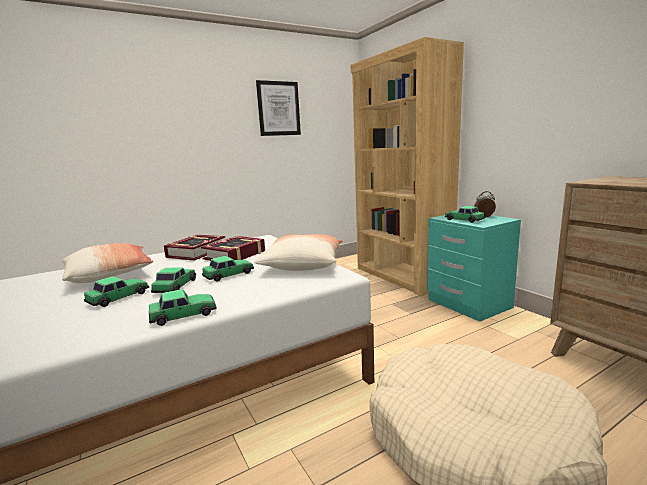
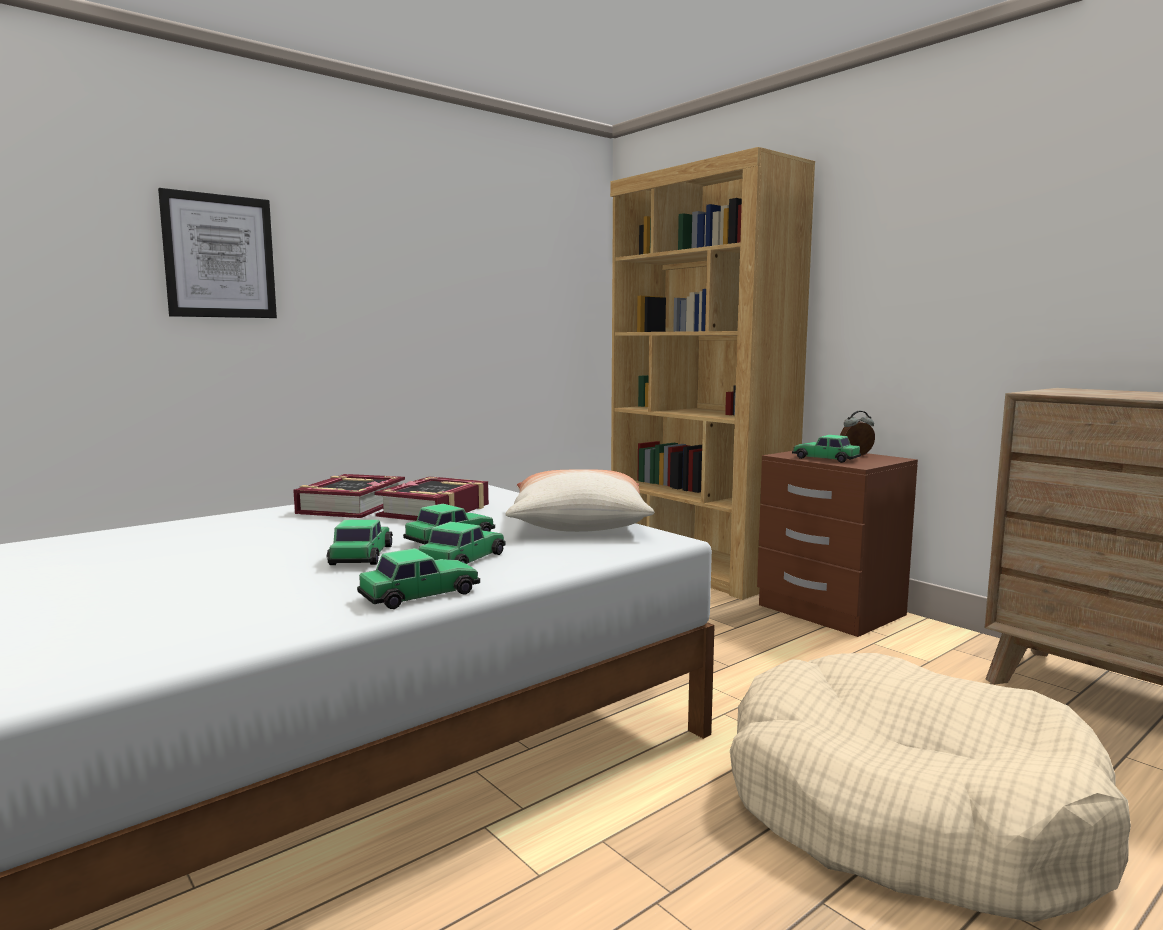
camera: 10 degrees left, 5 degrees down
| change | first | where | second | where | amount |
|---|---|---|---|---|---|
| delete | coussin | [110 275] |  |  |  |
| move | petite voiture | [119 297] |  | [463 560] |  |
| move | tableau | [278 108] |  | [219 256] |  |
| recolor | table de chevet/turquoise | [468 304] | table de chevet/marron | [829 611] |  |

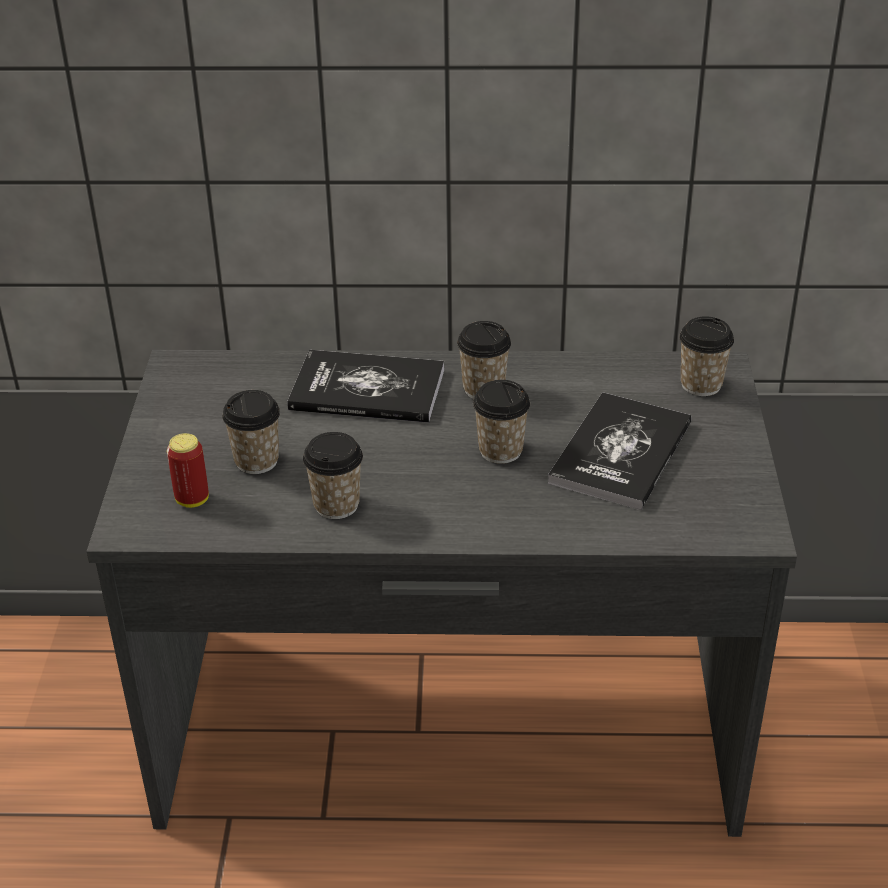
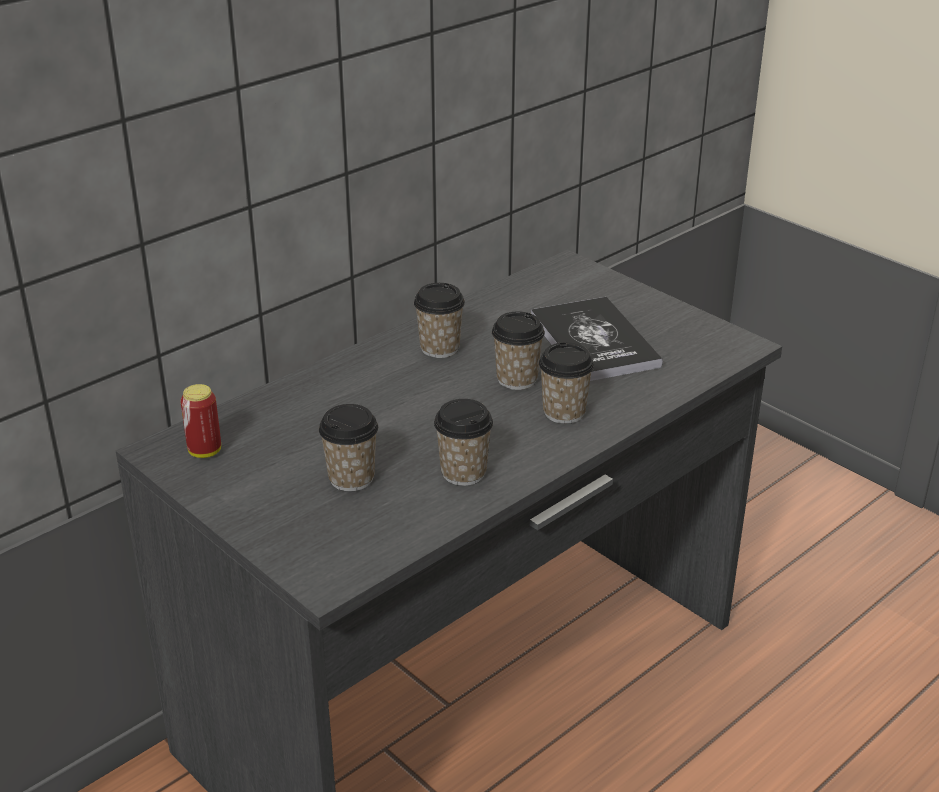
camera: 45 degrees left, 5 degrees down
| change | first | where | second | where | amount |
|---|---|---|---|---|---|
| move | boîte métallique | [192 500] |  | [205 451] |  |
| delete | livre | [367 389] |  |  |  |
| move | tasse | [701 384] |  | [564 412] |  |

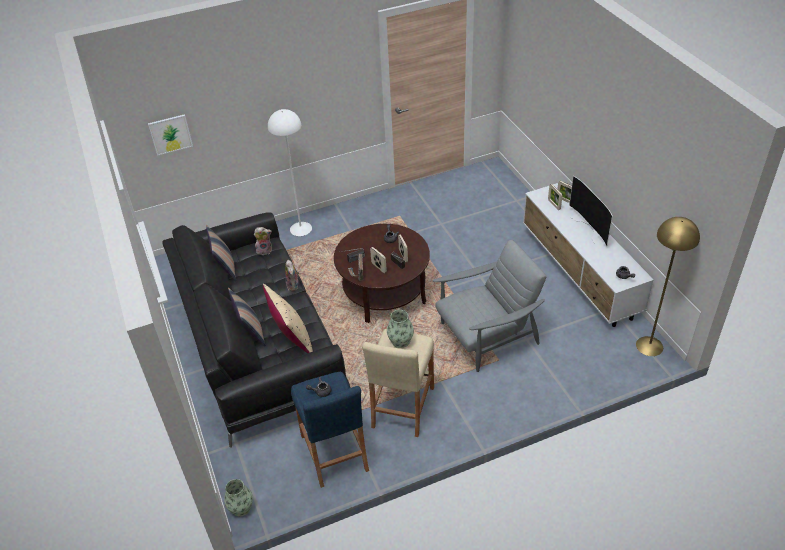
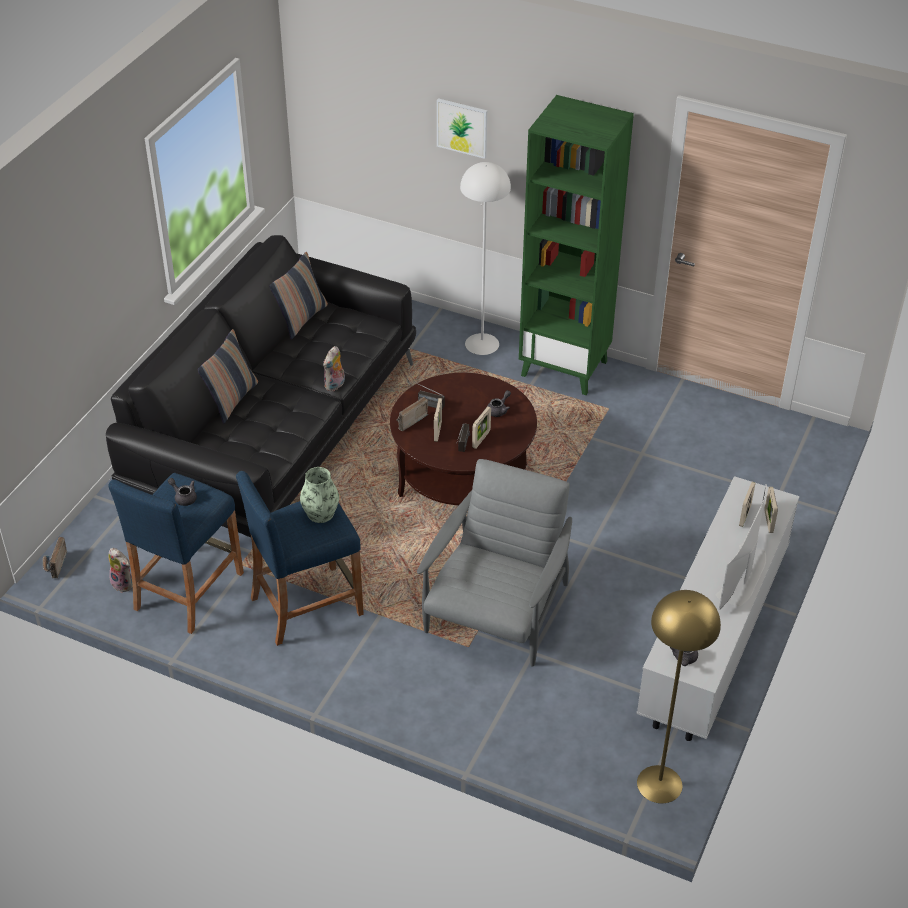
camera: 45 degrees right, 0 degrees up
| change | first | where | second | where | amount |
|---|---|---|---|---|---|
| move | tableau | [170 134] |  | [462 127] |  |
| replace | vase | [241 507] | radio | [54 566] |  |
| move | peluche | [265 250] |  | [124 583] |  |
| delete | coussin/beige | [292 339] |  |  |  |
| recolor | tabouret/beige | [402 407] | tabouret/bleu | [306 605] |  |
| rotate | fauteuil/gris | [487 335] |  | [497 612] | 90 degrees counterclockwise |
| insert |  |  | bibliothèque/vert | [565 368] |  |

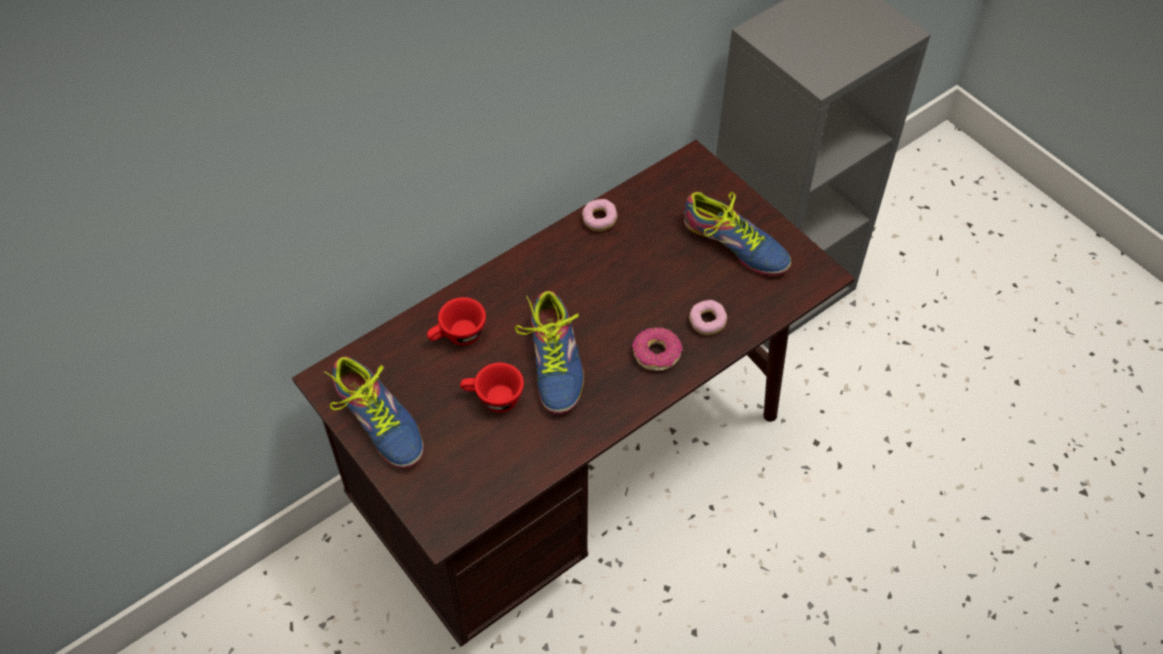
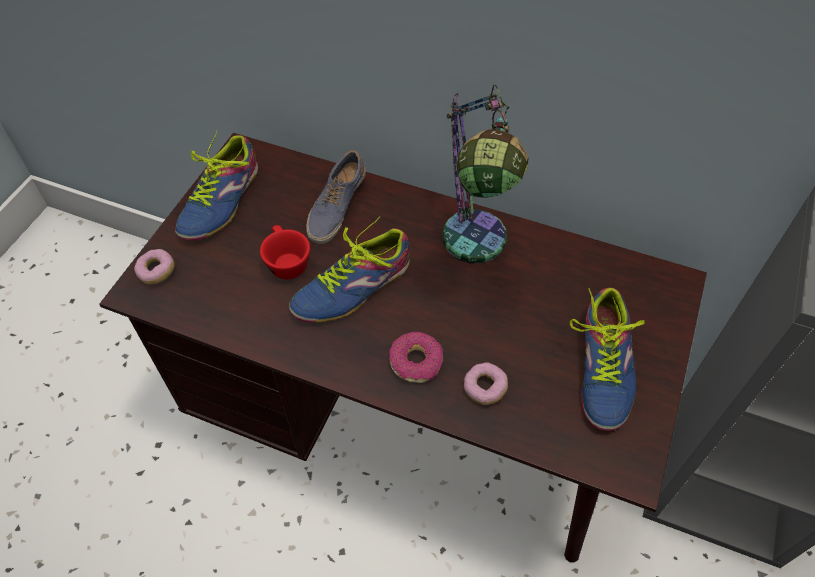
camera: 60 degrees right, 0 degrees up
| change | first | where | second | where | amount |
|---|---|---|---|---|---|
| replace | tasse/rouge | [458 336] | chaussure | [336 208] |  |
| move | beignet | [599 220] |  | [157 272] |  |
| insert |  |  | lampe de table | [472 254] |  |

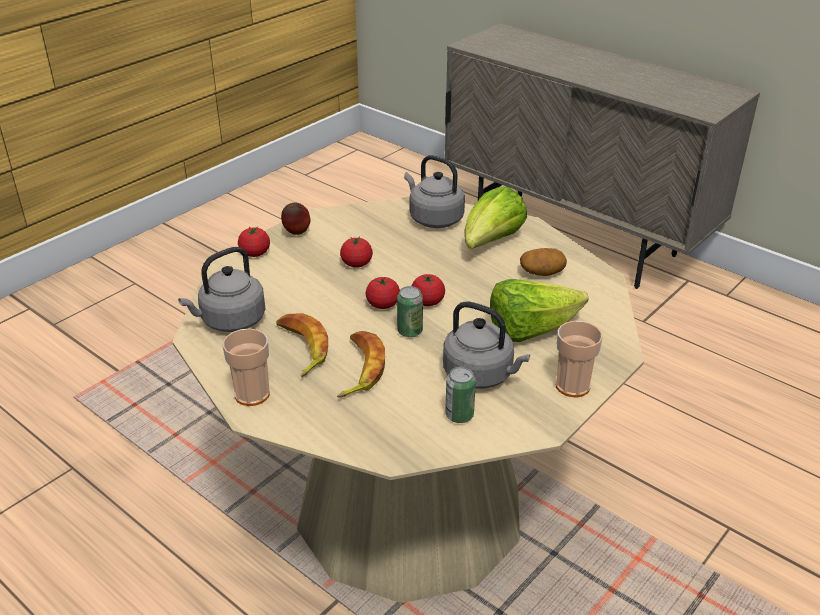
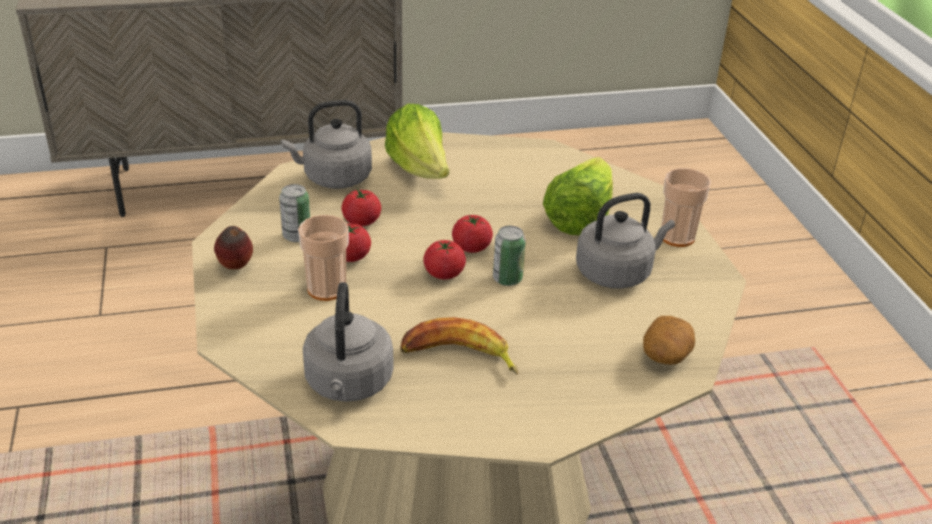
camera: 55 degrees left, 0 degrees up
| change | first | where | second | where | amount |
|---|---|---|---|---|---|
| move | tasse | [252 394] |  | [326 289] |  |
| move | tomate | [255 253] |  | [361 221] |  |
| delete | banane | [359 369] |  |  |  |
| move | boîte métallique | [459 415] |  | [297 236] |  |
| move | pomme de terre | [542 273] |  | [666 355] |  |

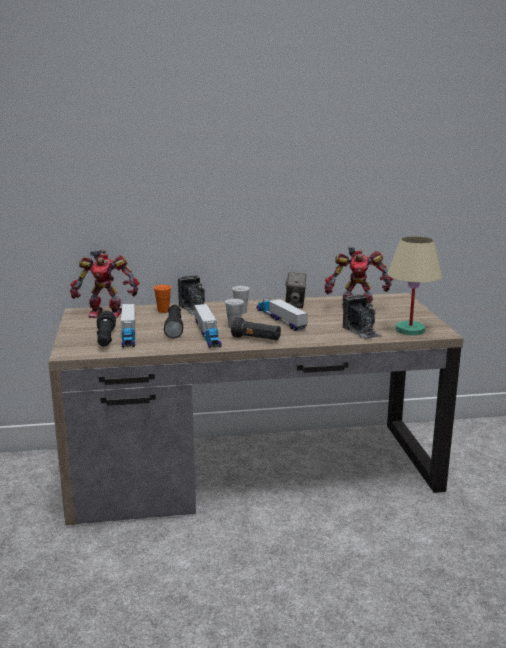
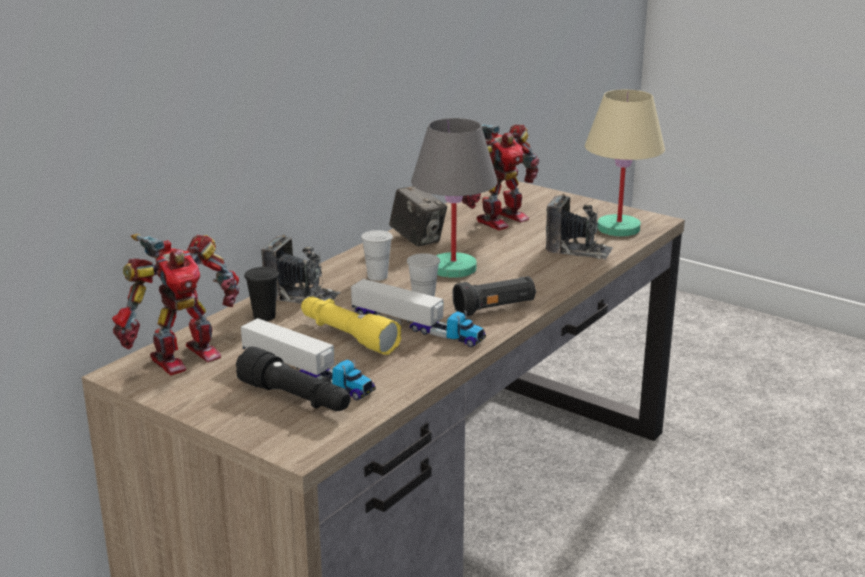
camera: 45 degrees left, 5 degrees up
| change | first | where | second | where | amount |
|---|---|---|---|---|---|
| recolor | tasse/orange | [163 311] | tasse/noir | [264 316] |  |
| recolor | lampe de poche/noir | [174 327] | lampe de poche/jaune | [347 336] |  |
| replace | camion jouet | [280 320] | lampe de table/gris | [454 269] |  |

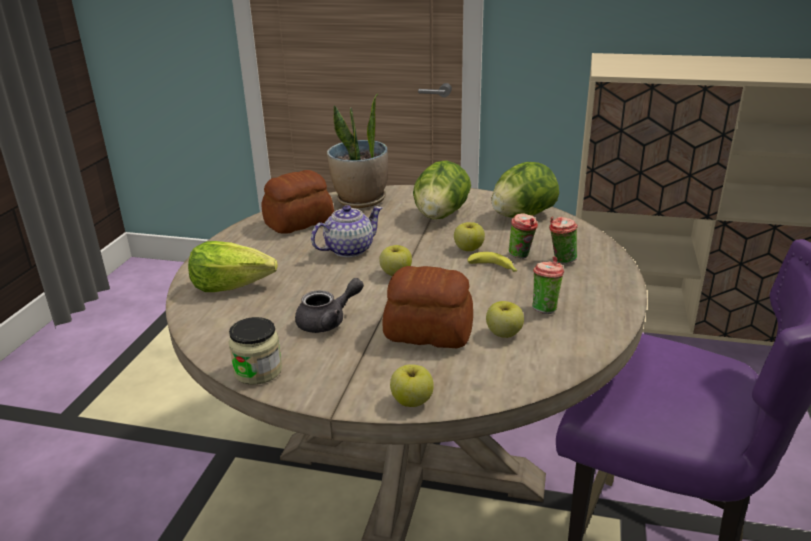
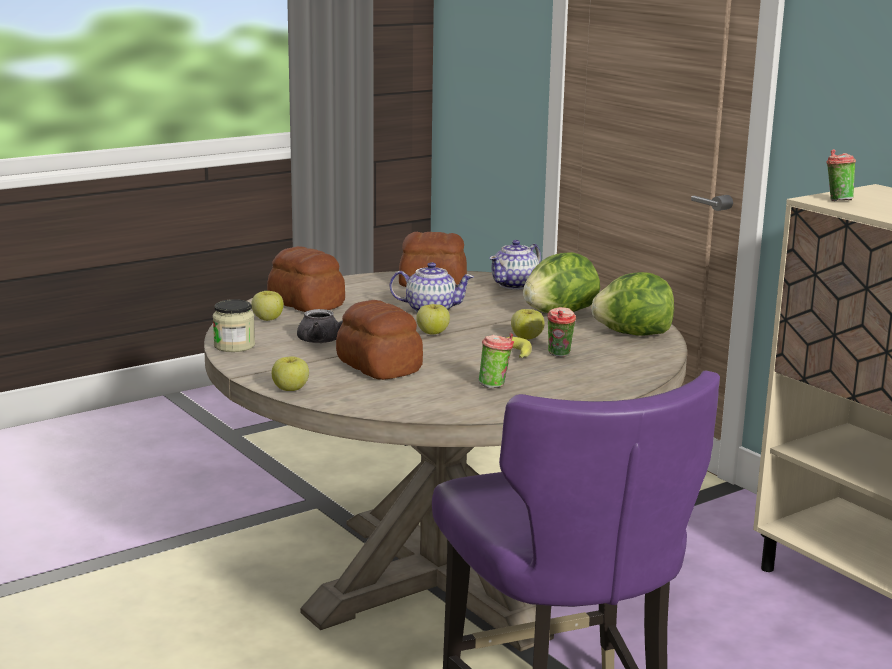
camera: 40 degrees right, 10 degrees down
| change | first | where | second | where | amount |
|---|---|---|---|---|---|
| replace | laitue | [232 285] | pain | [306 303] |  |
| replace | plante en pot | [361 200] | théière | [515 285] |  |
| move | pomme | [503 333] |  | [267 319] |  |
| move | tasse | [560 261] |  | [837 200] |  |

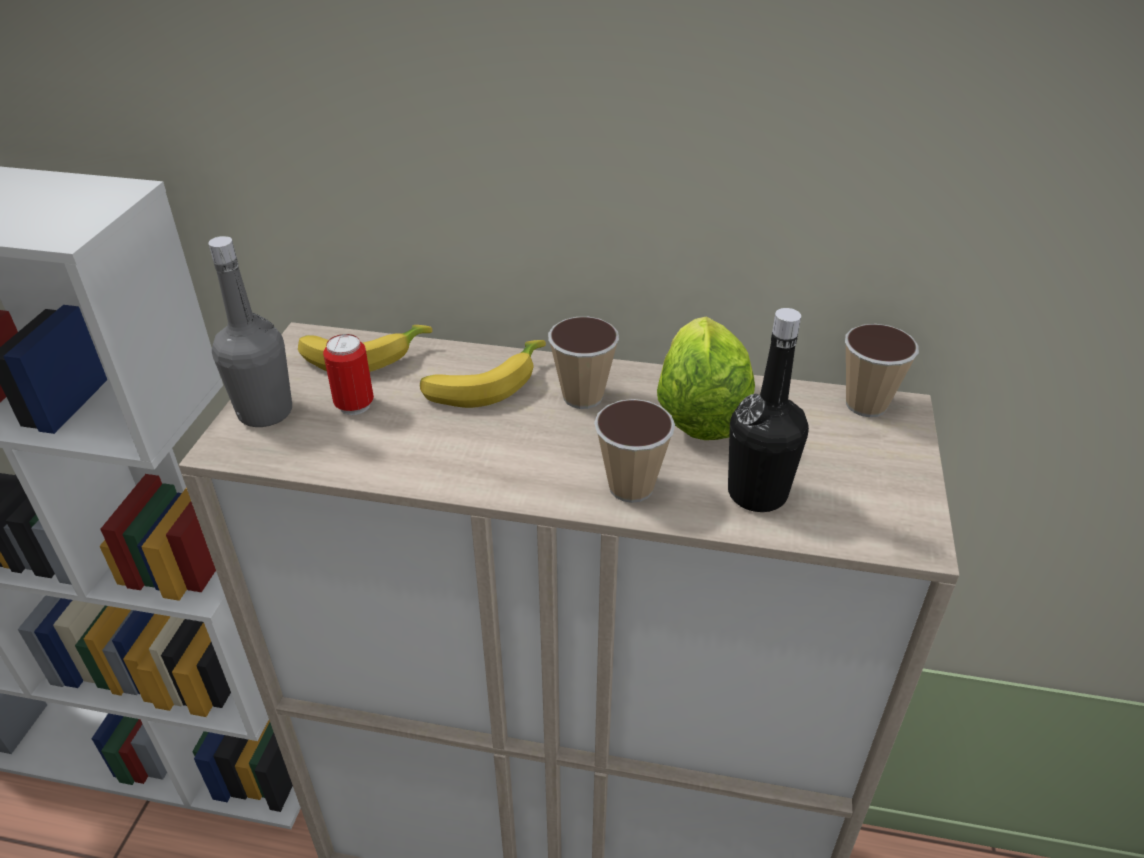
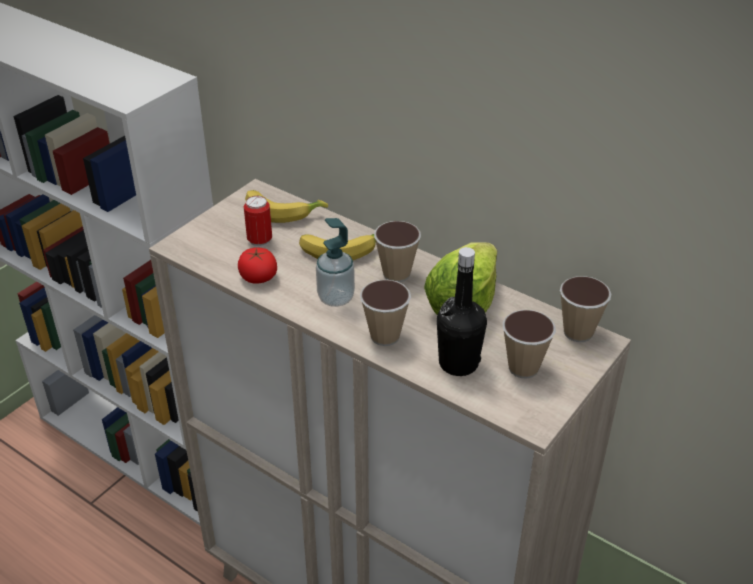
camera: 25 degrees right, 0 degrees up
| change | first | where | second | where | amount |
|---|---|---|---|---|---|
| delete | bouteille/gris | [265 412] |  |  |  |
| insert |  |  | tomate | [258 277] |  |
| insert |  |  | distributeur de savon | [336 298] |  |
| insert |  |  | tasse | [523 368] |  |

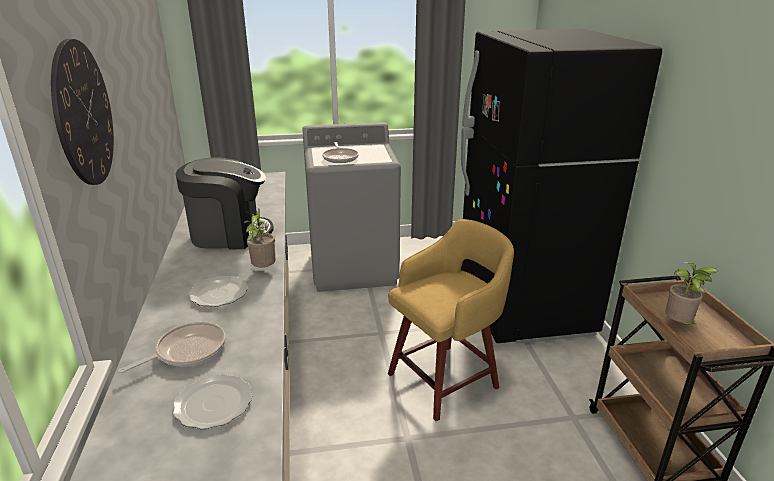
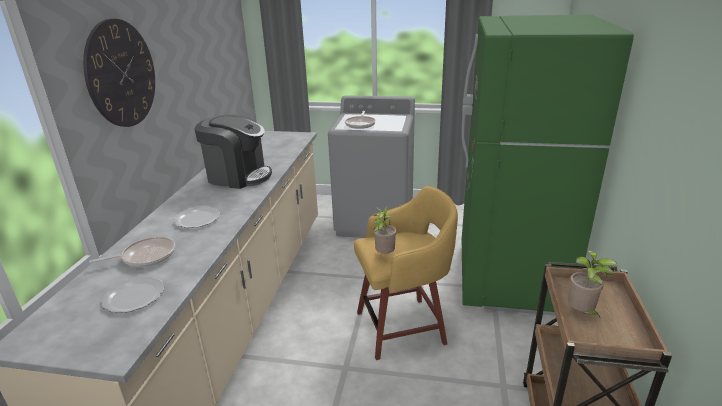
camera: 20 degrees right, 0 degrees up
| change | first | where | second | where | amount |
|---|---|---|---|---|---|
| move | plante en pot | [263 270] |  | [384 255] |  |
| recolor | réfrigérateur/noir | [523 307] | réfrigérateur/vert | [509 278] |  |

